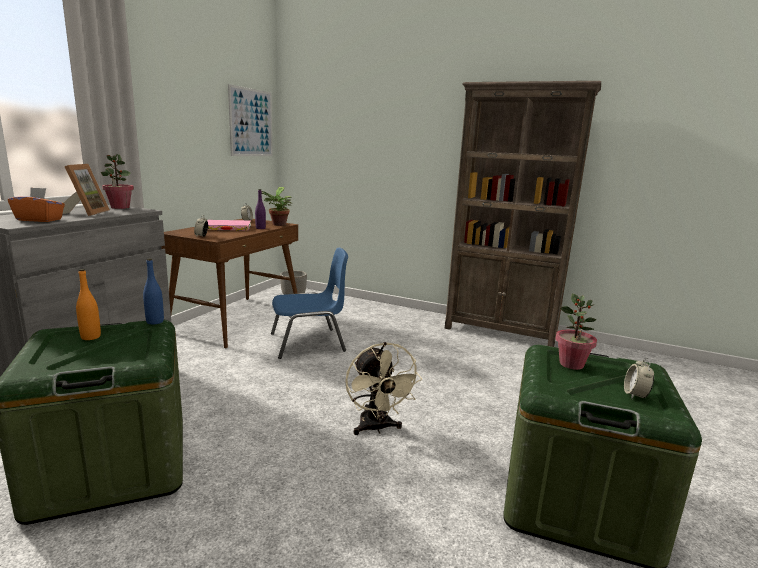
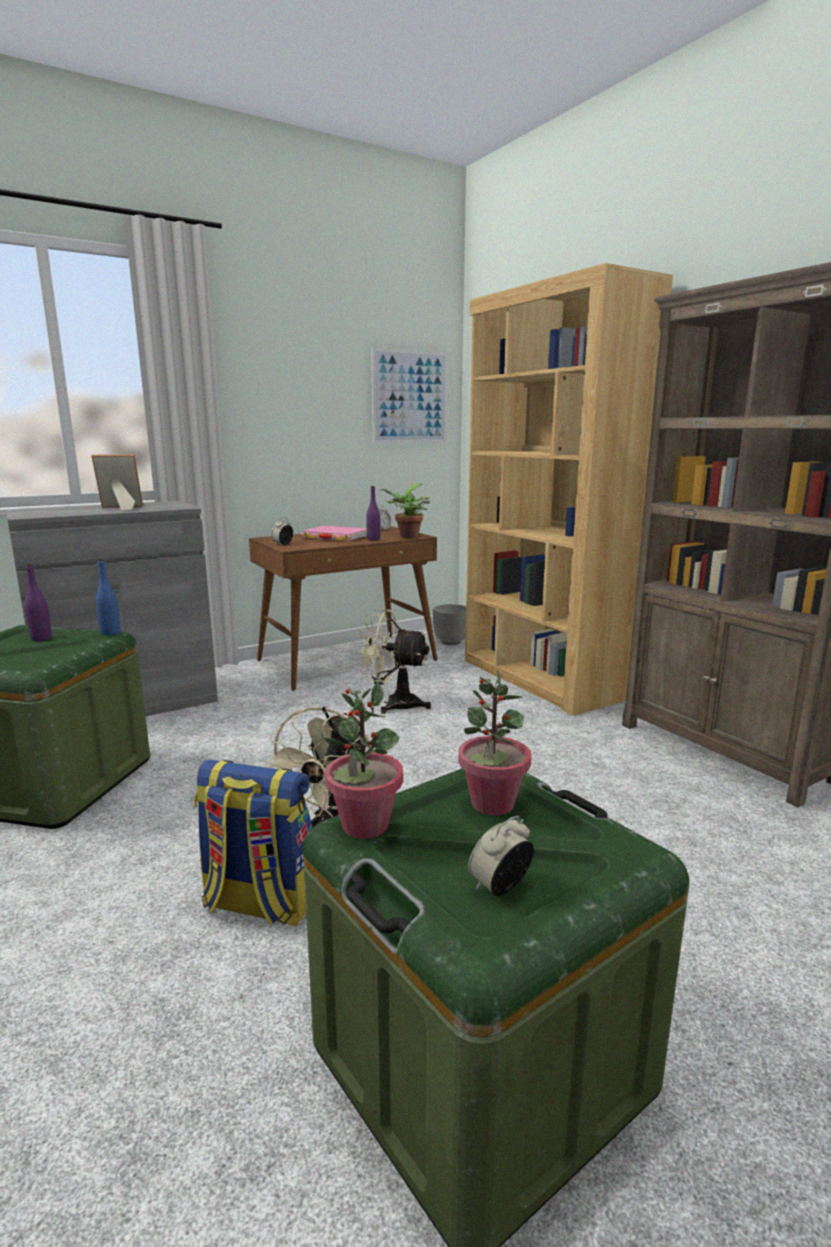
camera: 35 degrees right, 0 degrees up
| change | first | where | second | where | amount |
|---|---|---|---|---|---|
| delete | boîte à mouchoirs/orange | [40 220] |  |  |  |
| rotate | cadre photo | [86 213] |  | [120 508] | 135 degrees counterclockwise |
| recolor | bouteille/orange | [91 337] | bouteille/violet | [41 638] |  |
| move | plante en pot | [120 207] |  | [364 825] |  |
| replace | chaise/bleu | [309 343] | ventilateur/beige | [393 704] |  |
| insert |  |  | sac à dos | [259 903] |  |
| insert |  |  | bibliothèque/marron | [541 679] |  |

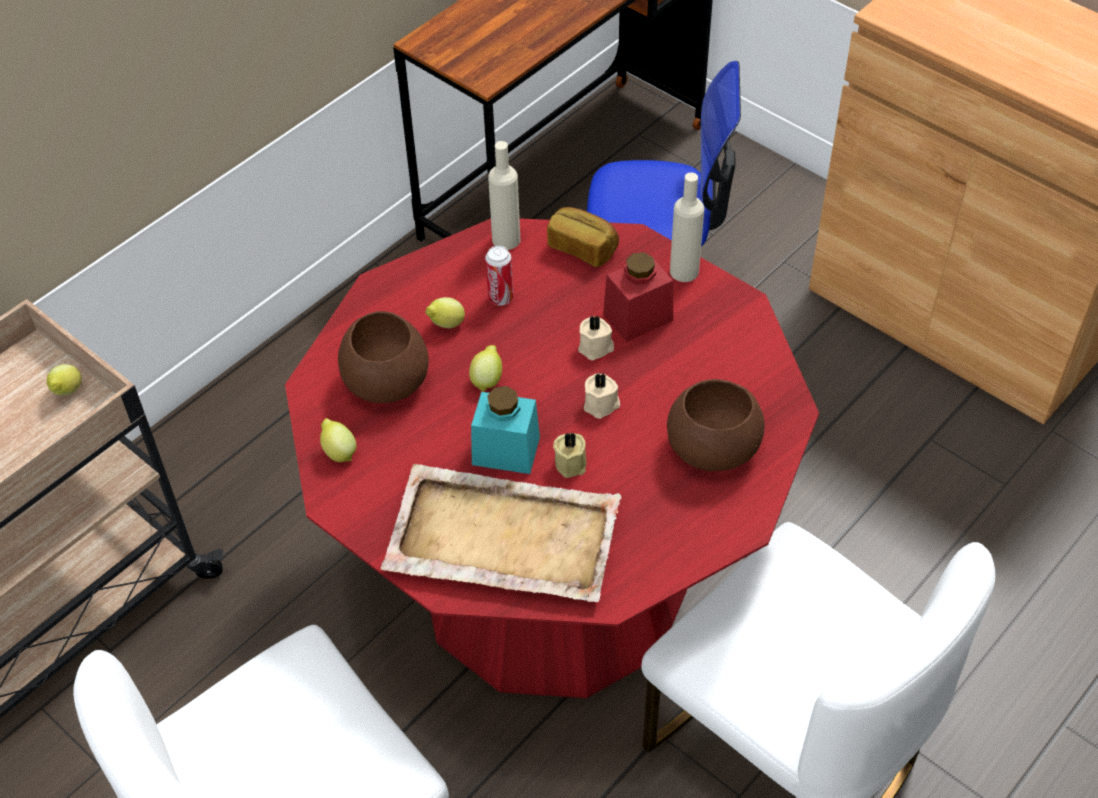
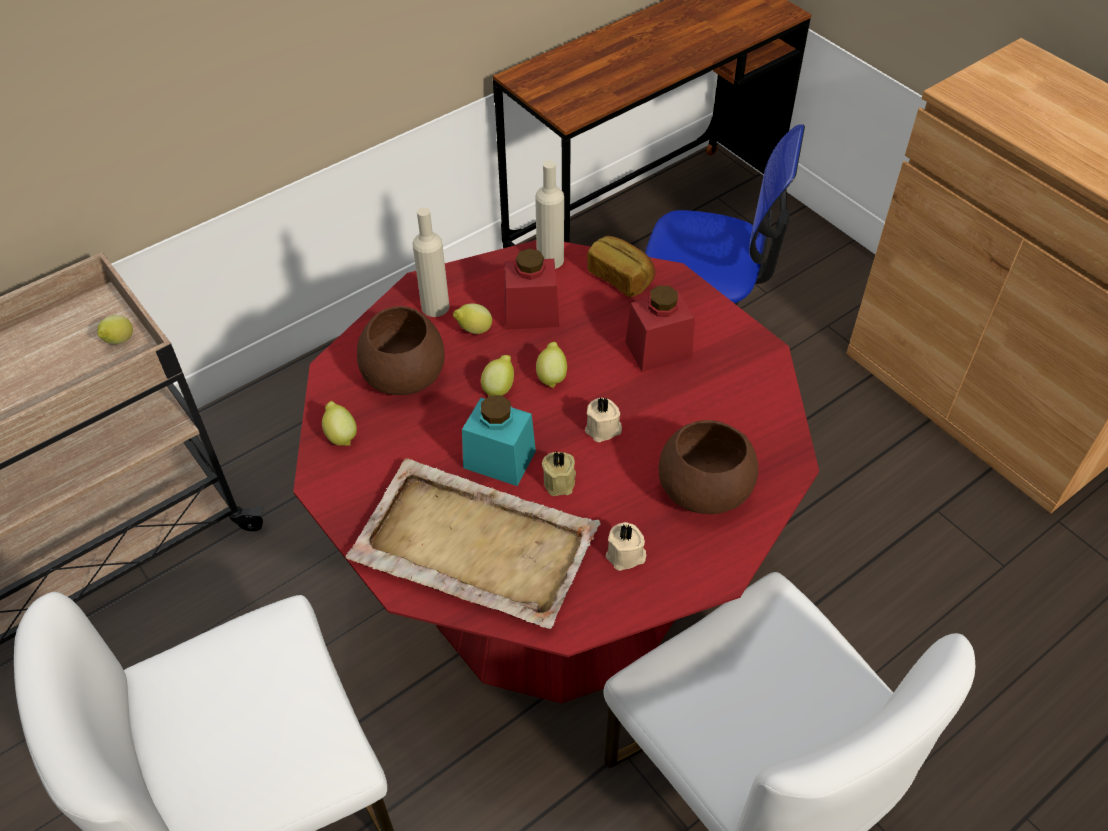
camera: 10 degrees right, 0 degrees up
| change | first | where | second | where | amount |
|---|---|---|---|---|---|
| replace | boîte métallique | [500 298] | bocal/rouge | [531 313] |  |
| move | bougie/beige | [596 348] |  | [626 556] |  |
| move | bouteille/beige | [684 271] |  | [435 307] |  |
| insert |  |  | citron | [551 376] |  |

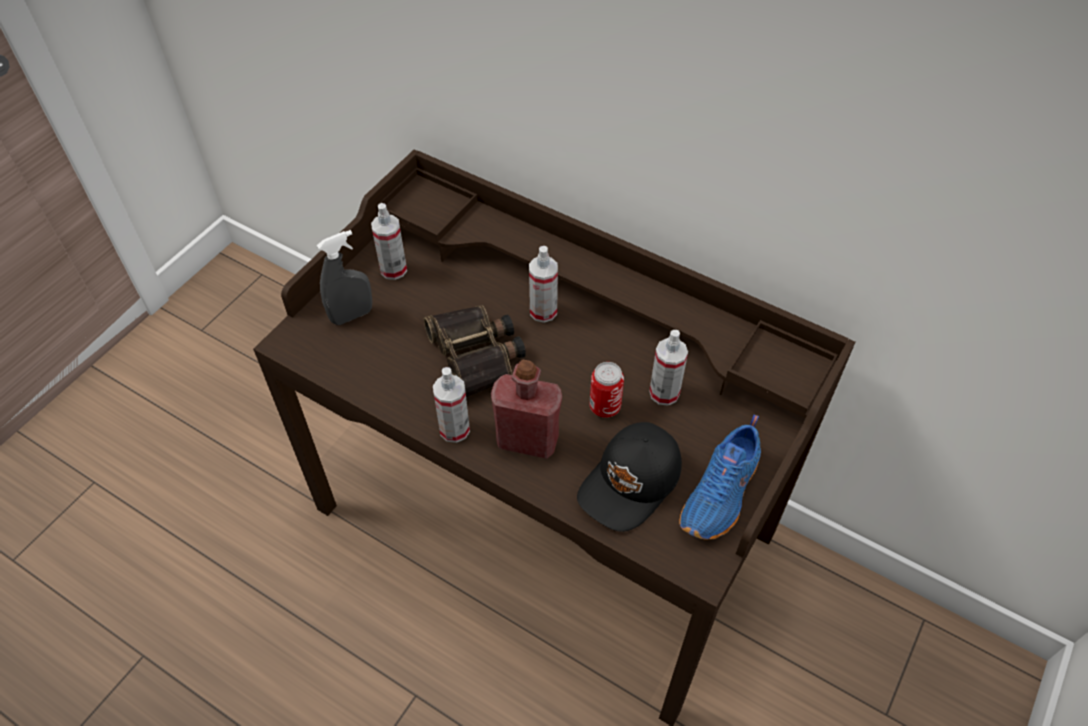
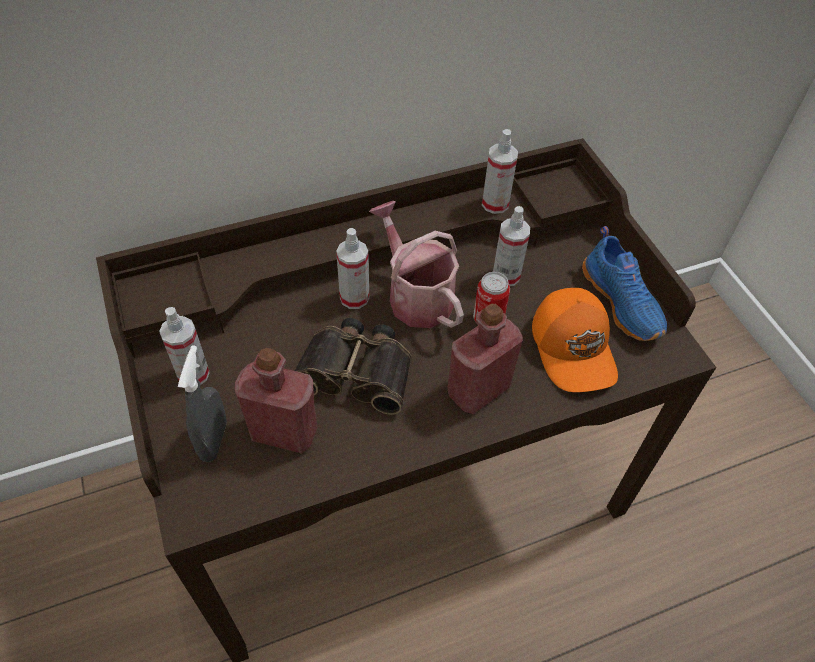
camera: 55 degrees left, 0 degrees up
| change | first | where | second | where | amount |
|---|---|---|---|---|---|
| move | vaporisateur | [454 429] |  | [495 204] |  |
| recolor | casquette/noir | [632 483] | casquette/orange | [574 348] |  |
| insert |  |  | bouteille/rouge | [284 432] |  |
| insert |  |  | arrosoir | [415 295] |  |

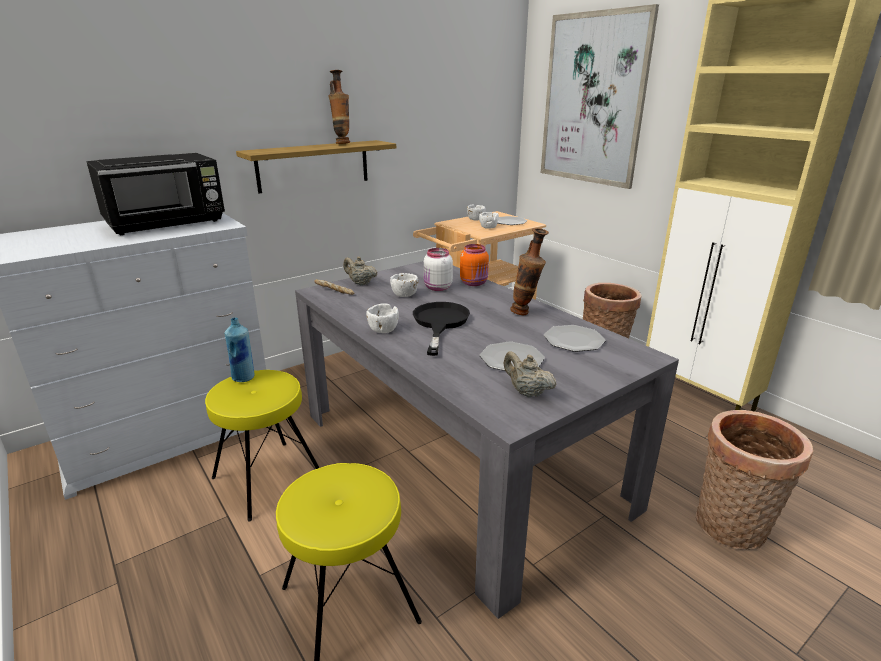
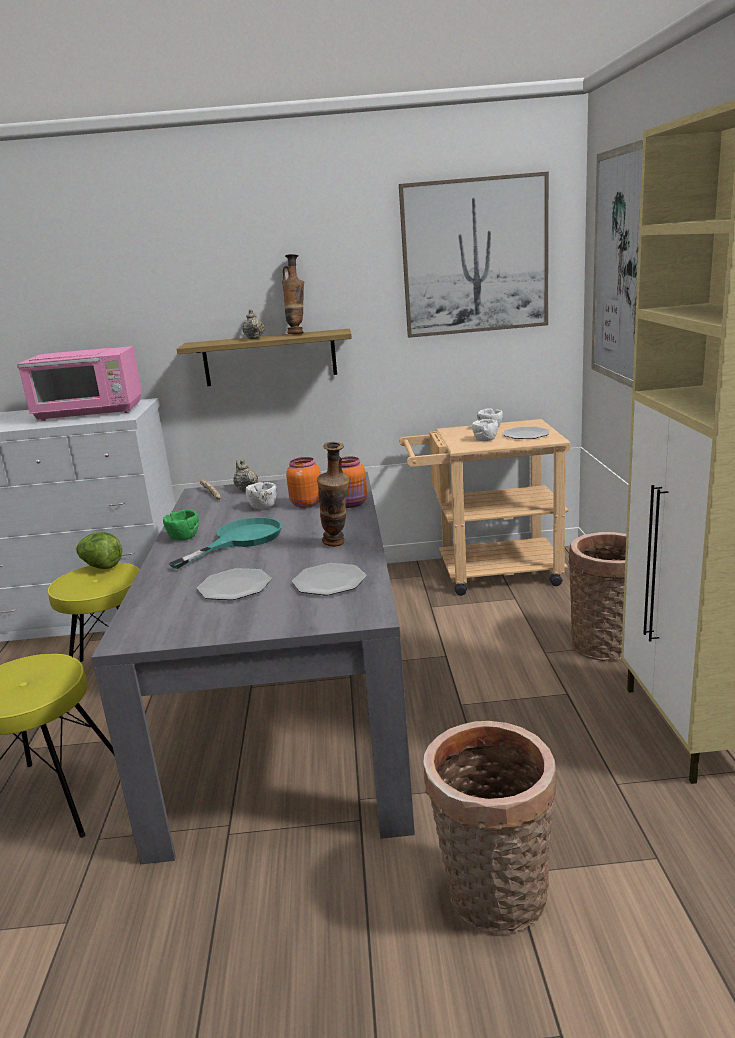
camera: 35 degrees right, 5 degrees down
| change | first | where | second | where | amount |
|---|---|---|---|---|---|
| recolor | micro-ondes/noir | [167 223] | micro-ondes/rose | [91 412] |  |
| replace | bouteille/bleu | [244 378] | laitue | [101 566] |  |
| recolor | bol/blanc | [383 330] | bol/vert | [183 537] |  |
| recolor | poêle/noir | [439 323] | poêle/turquoise | [240 540] |  |
| recolor | bocal/blanc | [437 288] | bocal/orange | [305 504] |  |
| move | théière/beige | [526 392] |  | [254 338] |  |
| insert |  |  | tableau | [475 257] |  |

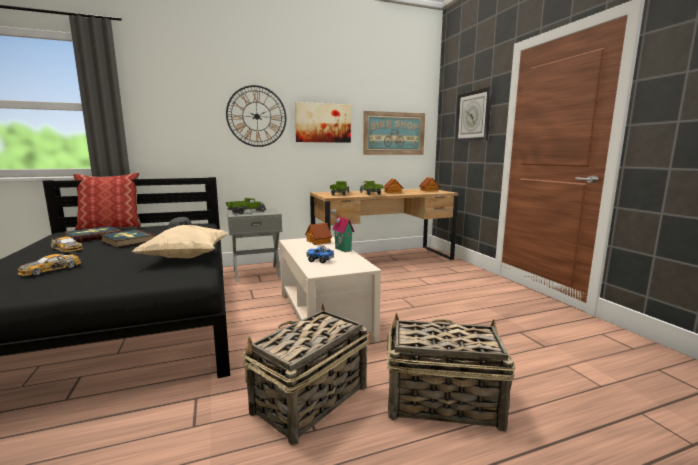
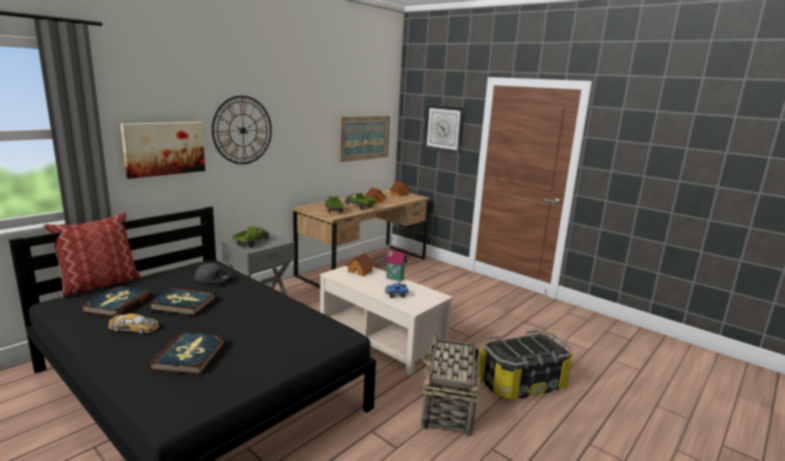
camera: 30 degrees left, 5 degrees up
| change | first | where | second | where | amount |
|---|---|---|---|---|---|
| replace | petite voiture | [50 269] | livre | [190 356] |  |
| delete | coussin/beige | [186 257] |  |  |  |
| move | tableau | [323 123] |  | [164 148] |  |
| replace | panier | [441 402] | boîte de rangement | [522 384] |  |

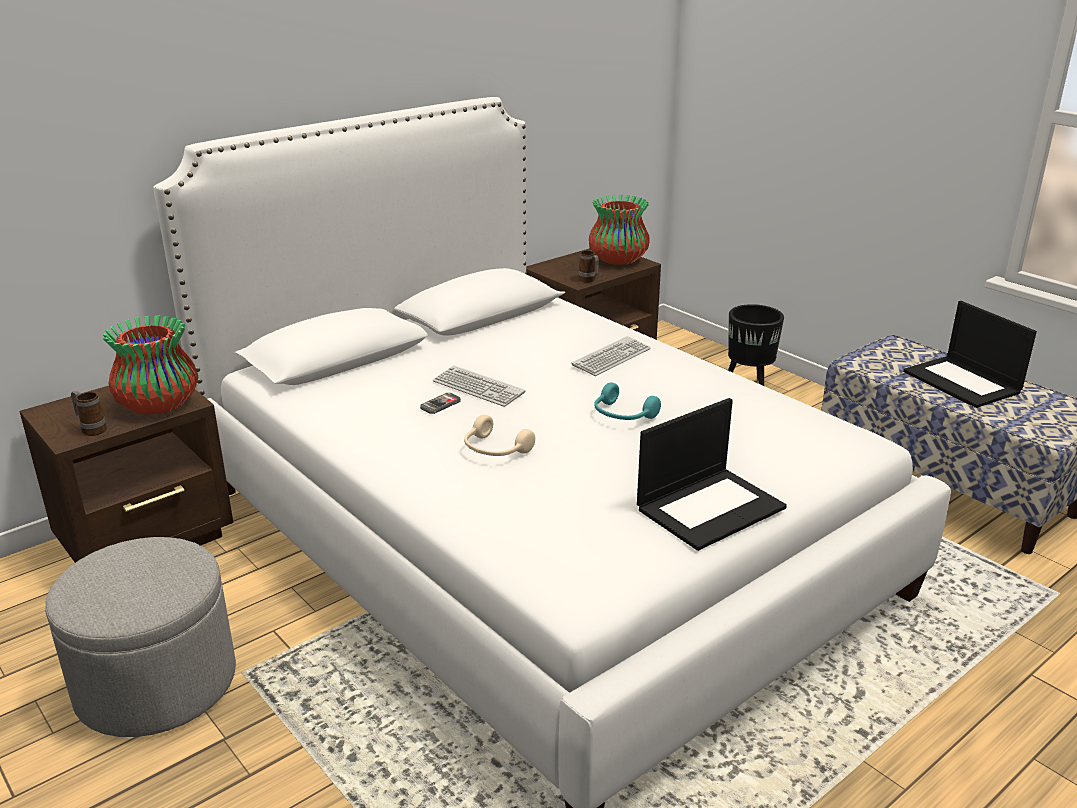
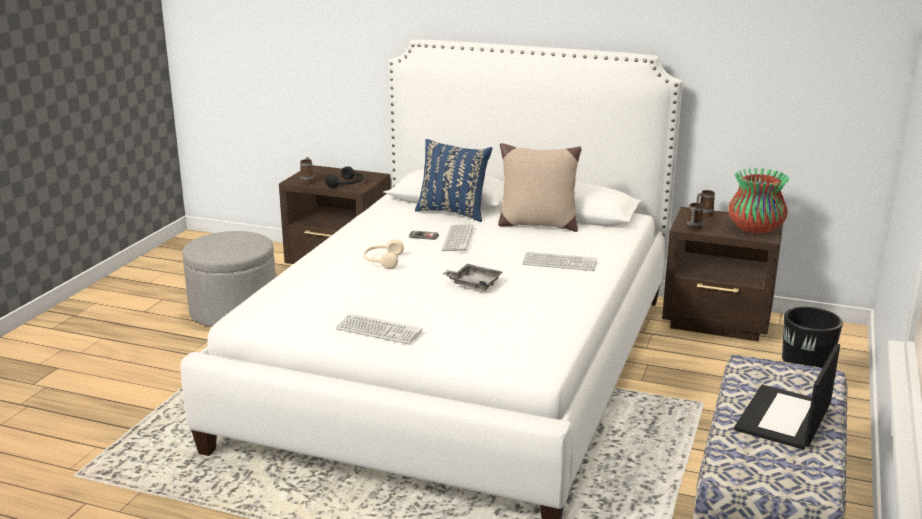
camera: 60 degrees right, 5 degrees down
| change | first | where | second | where | amount |
|---|---|---|---|---|---|
| replace | vase | [159 405] | casque audio/noir | [347 184] |  |
| replace | casque audio/turquoise | [622 415] | plateau/gris | [474 283] |  |
| replace | ordinateur portable | [710 507] | clavier | [378 330] |  |
| insert |  |  | coussin/bleu | [453 212] |  |
| insert |  |  | coussin/beige | [537 224] |  |
| insert |  |  | mug | [703 215] |  |

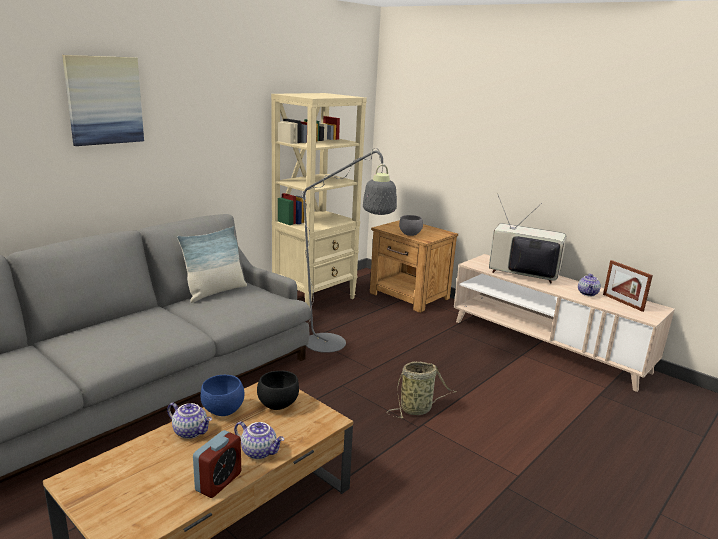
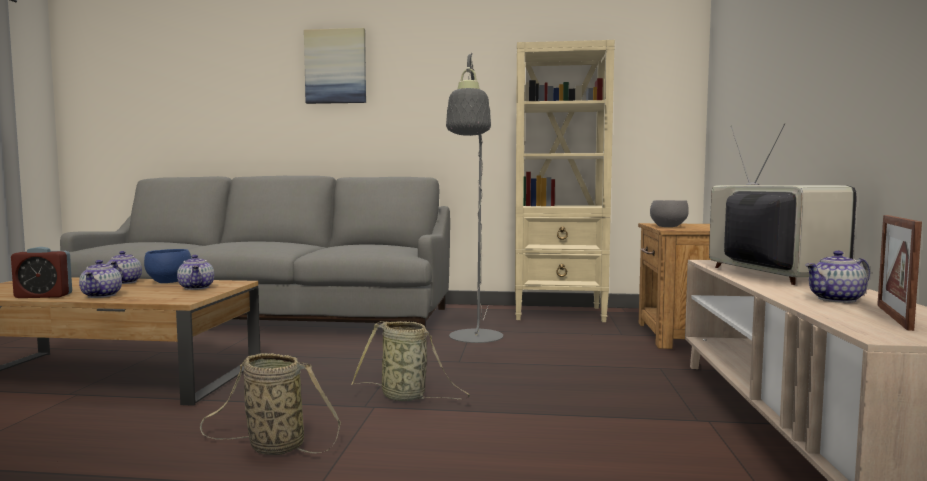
camera: 55 degrees right, 15 degrees down
| change | first | where | second | where | amount |
|---|---|---|---|---|---|
| delete | coussin | [215 292] |  |  |  |
| replace | bol/noir | [277 404] | théière | [197 287] |  |
| insert |  |  | panier | [272 446] |  |

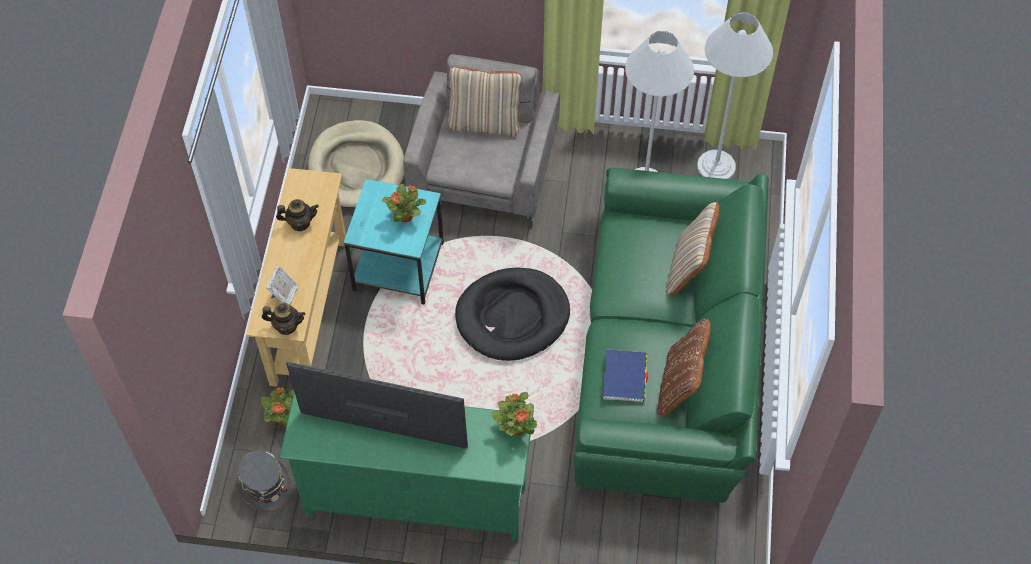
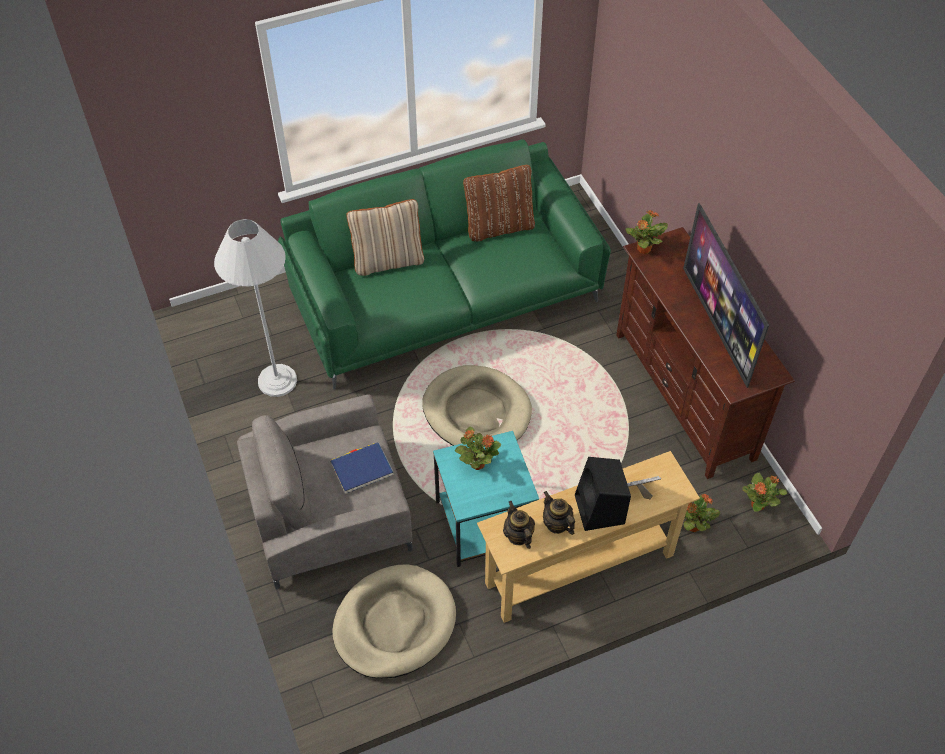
camera: 120 degrees left, 5 degrees down
| change | first | where | second | where | amount |
|---|---|---|---|---|---|
| replace | chapeau/gris | [264 485] | plante en pot | [758 504] |  |
| move | théière | [286 326] |  | [518 535] |  |
| recolor | meuble télé/vert | [415 501] | meuble télé/marron | [685 395] |  |
| delete | coussin/beige | [485 122] |  |  |  |
| recolor | panier pour chien/noir | [512 316] | panier pour chien/beige | [477 412] |  |
| move | livre/bleu | [624 377] |  | [362 469] |  |
| delete | lampadaire/blanc | [716 166] |  |  |  |
| insert |  |  | enceinte/noir | [600 510] |  |

